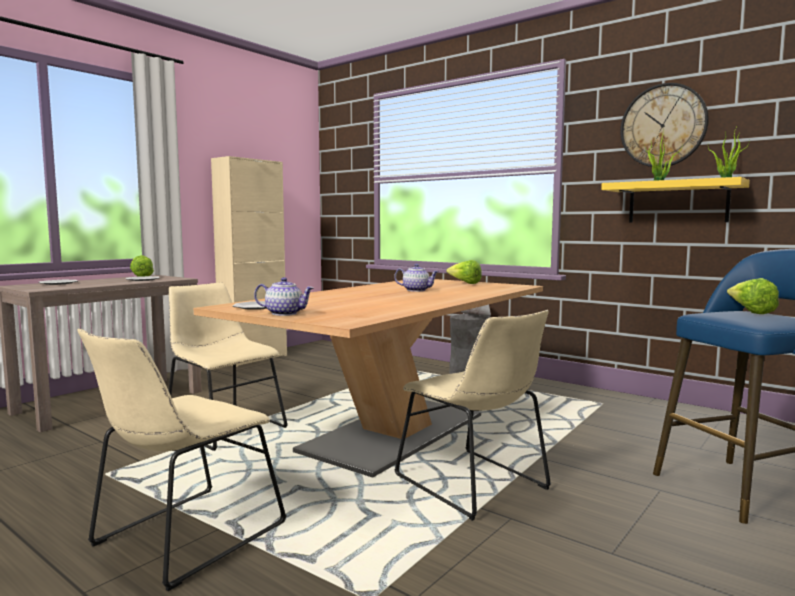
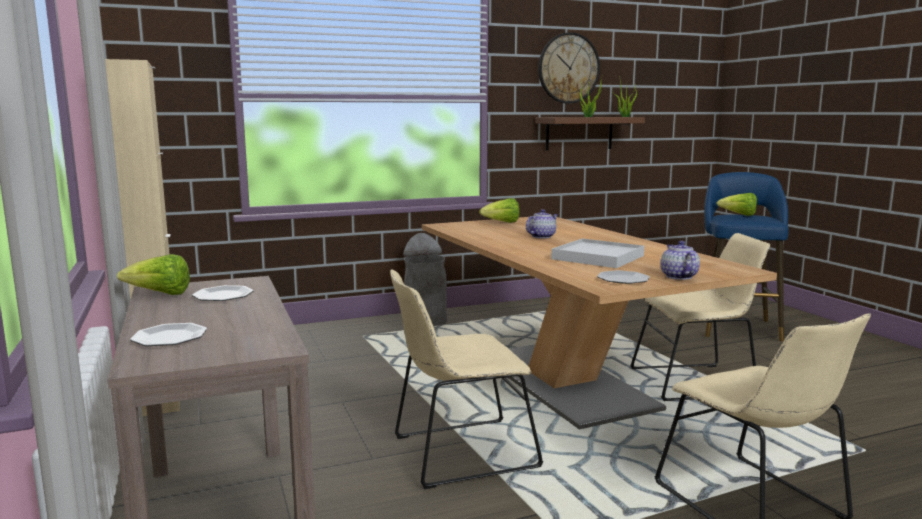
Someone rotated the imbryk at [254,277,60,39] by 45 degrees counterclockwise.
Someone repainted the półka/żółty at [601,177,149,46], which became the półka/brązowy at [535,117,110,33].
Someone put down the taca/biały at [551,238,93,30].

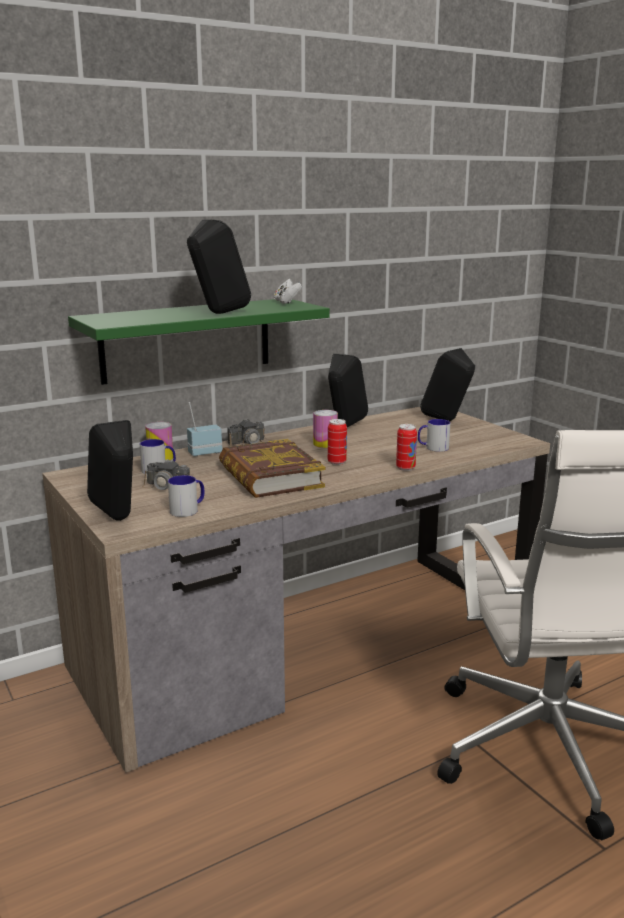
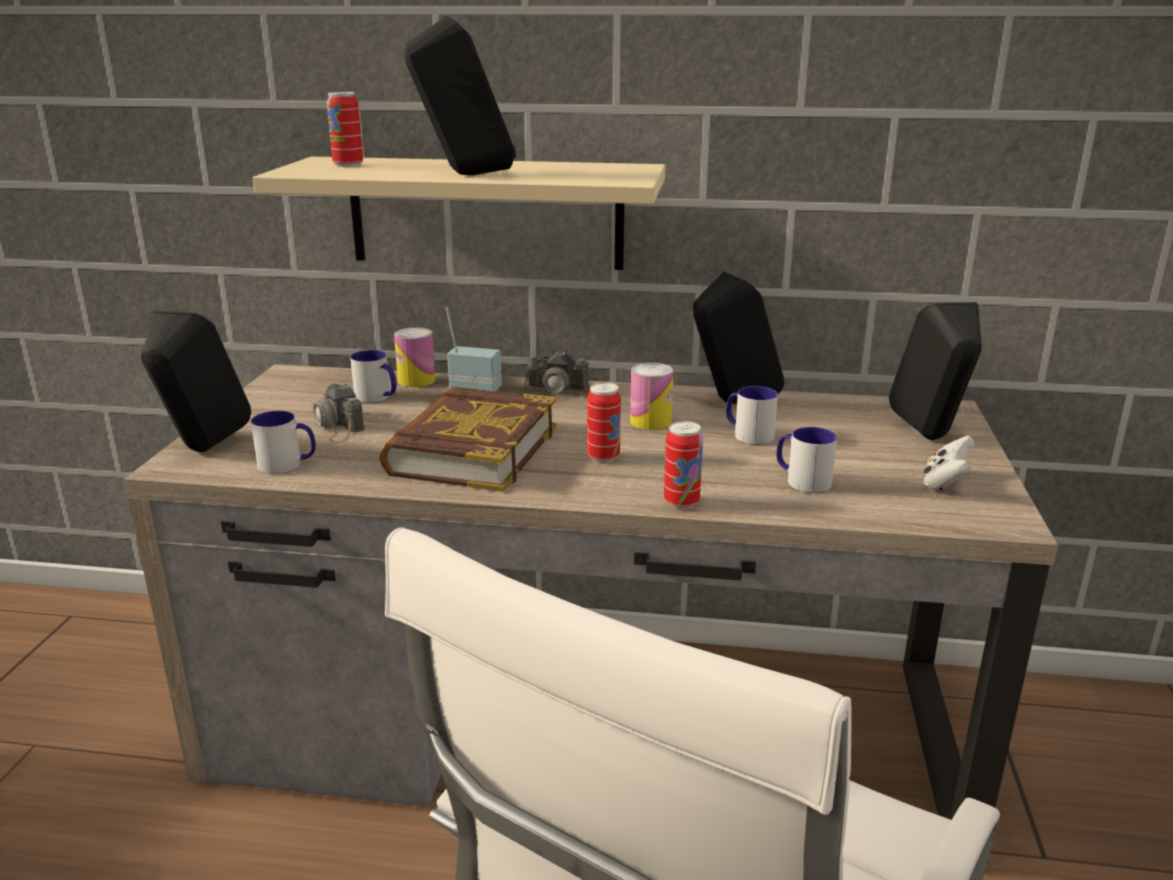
Someone repainted the półka/zielony at [68,299,262,86], which became the półka/beżowy at [253,156,412,114].
Someone carried the pad do gier/biały from [274,279,28,25] to [924,436,50,54].
Someone put down the puszka at [327,92,36,75].
Someone put down the kubek at [726,386,52,59].

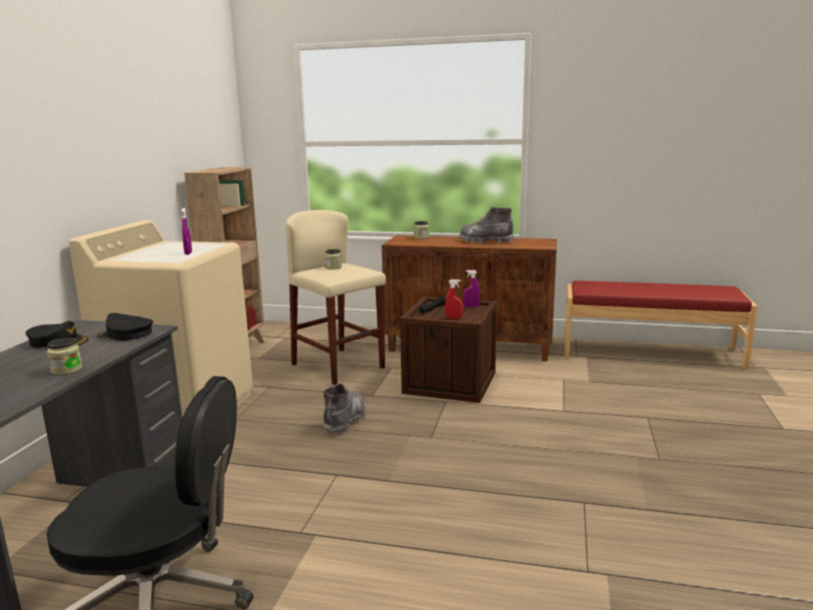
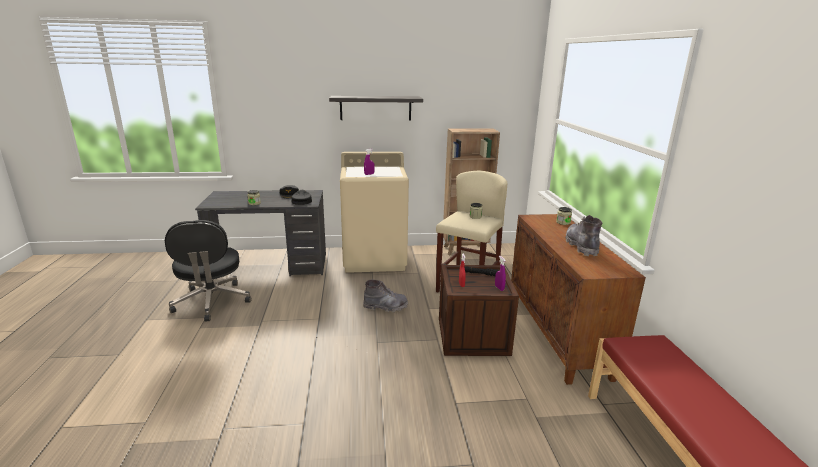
Someone put up the półka at [329,96,94,25].

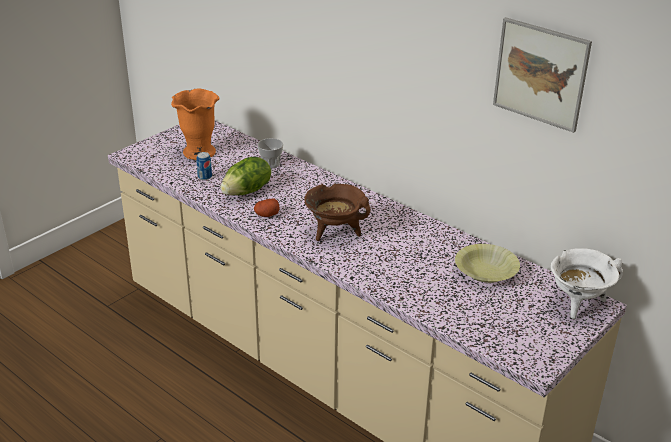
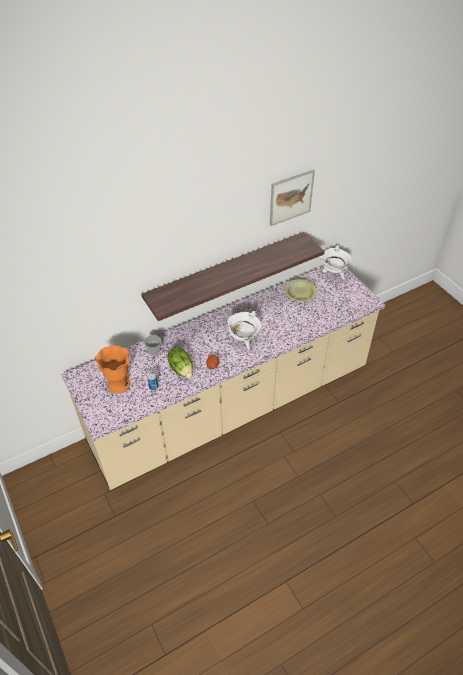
Someone repainted the garnek/brązowy at [304,183,67,58], which became the garnek/biały at [227,311,34,39].
Someone put up the półka at [141,232,184,89].

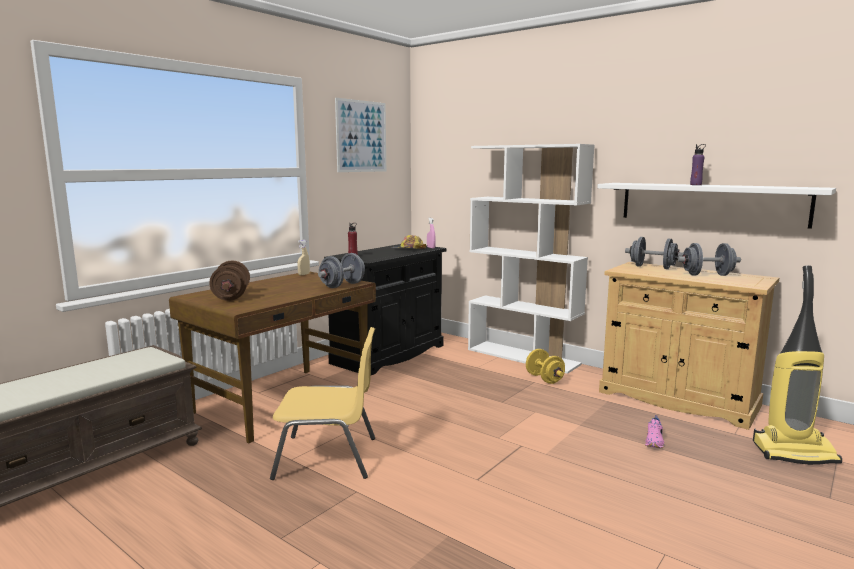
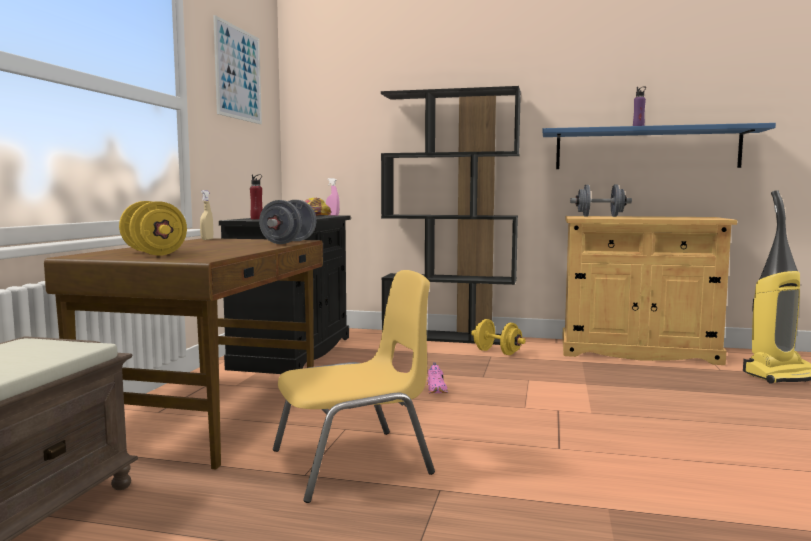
Someone repainted the hantel/brązowy at [209,260,41,41], which became the hantel/żółty at [119,201,68,55].
Someone repainted the regał/biały at [468,144,127,230], which became the regał/czarny at [381,86,140,259].
Someone repainted the półka/biały at [597,183,239,46], which became the półka/niebieski at [542,123,234,46].
Someone carried the but/różowy from [645,415,19,33] to [427,362,21,31].
Someone took away the hantel/szary at [677,243,64,33].

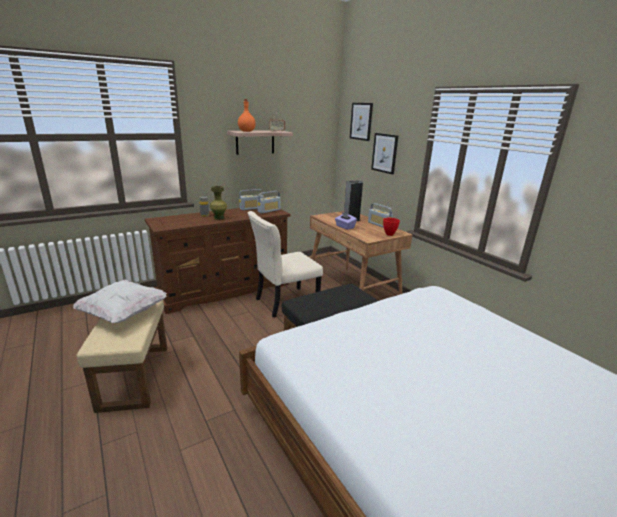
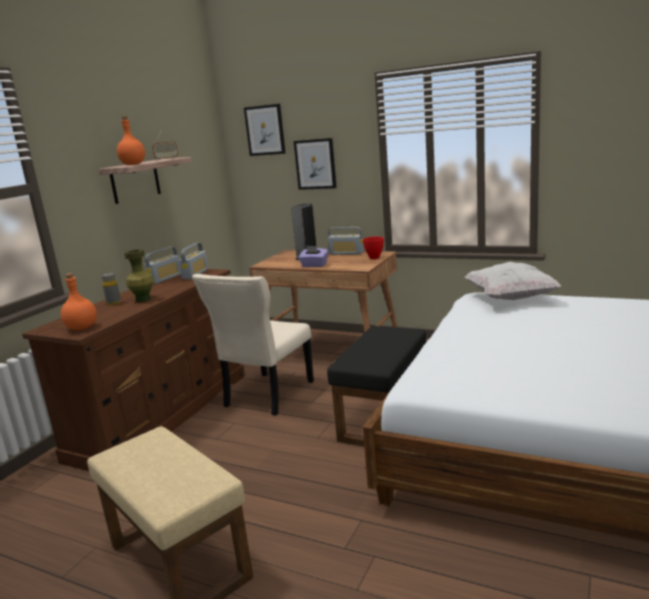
Someone carried the poduszka/biały from [73,279,94,44] to [465,262,96,38].
Someone put down the butelka/pomarańczowy at [61,273,36,57].

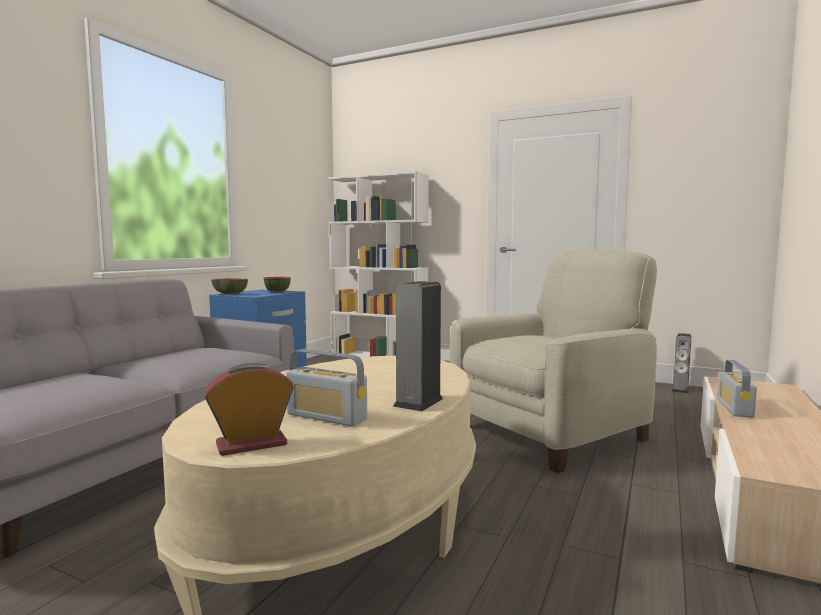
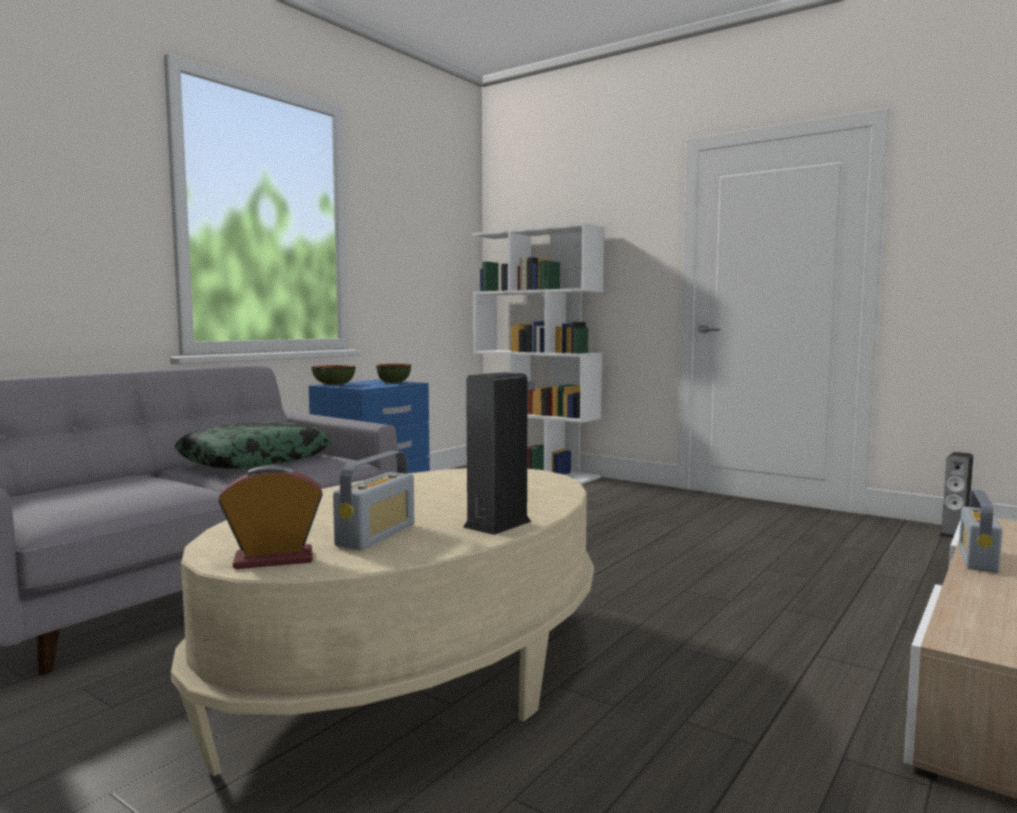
Someone rotated the radio at [286,349,81,78] by 105 degrees counterclockwise.
Someone took away the fotel/beżowy at [450,250,207,223].
Someone put down the poduszka at [174,421,158,48].

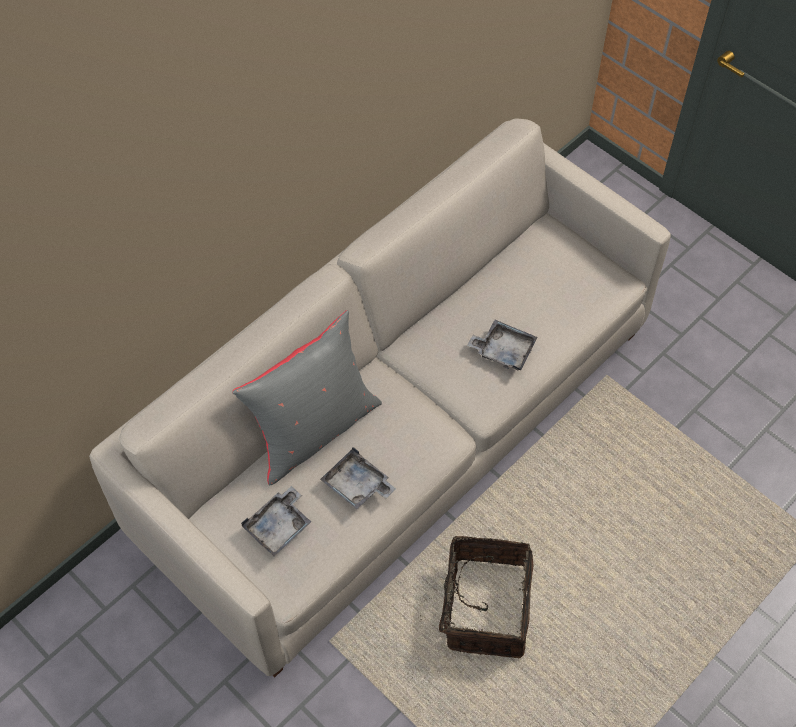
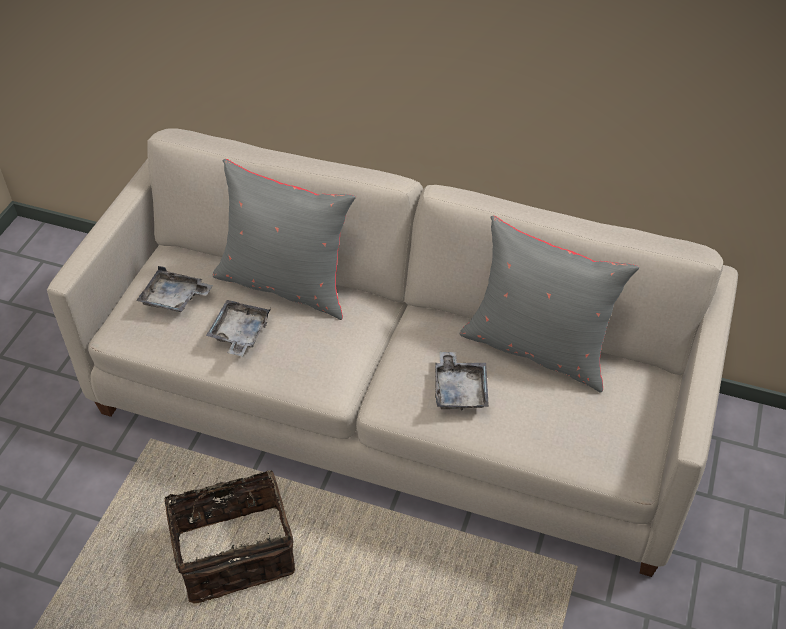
Someone put down the poduszka/szary at [460,216,179,177].

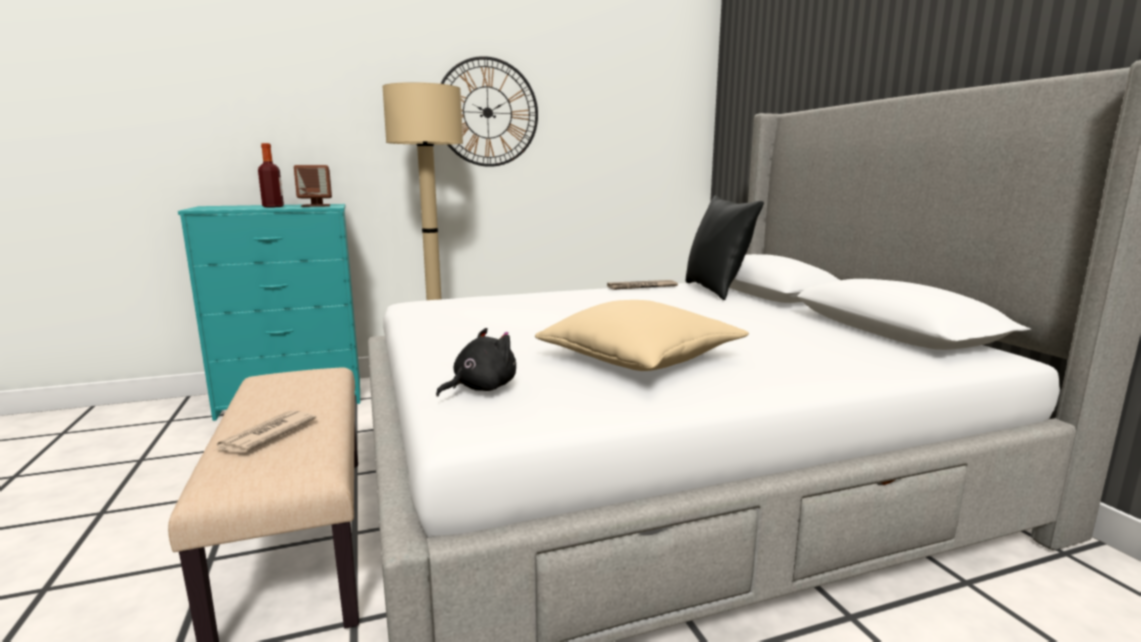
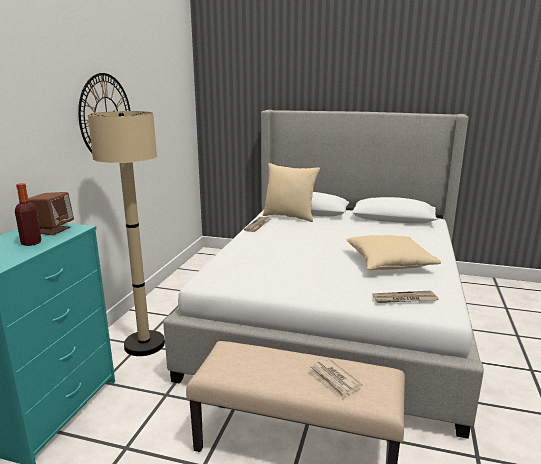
Someone swapped the pluszak/czarny at [436,328,80,69] for the gazeta at [372,291,66,12].
Someone repainted the poduszka/czarny at [685,195,79,105], which became the poduszka/beżowy at [262,163,58,59].

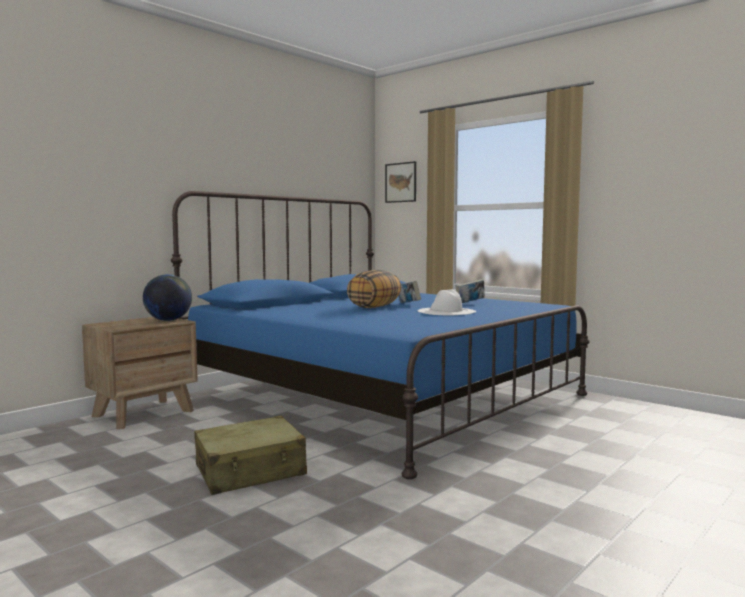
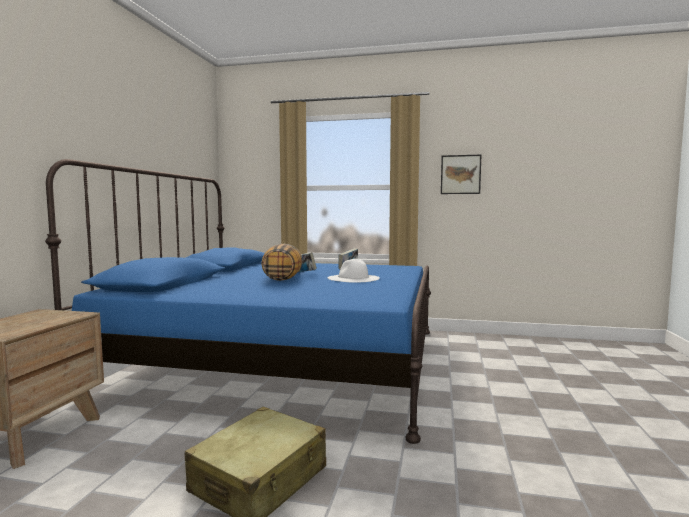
Someone took away the globus at [143,274,49,47].
Someone carried the obraz from [385,161,31,42] to [441,155,40,39].

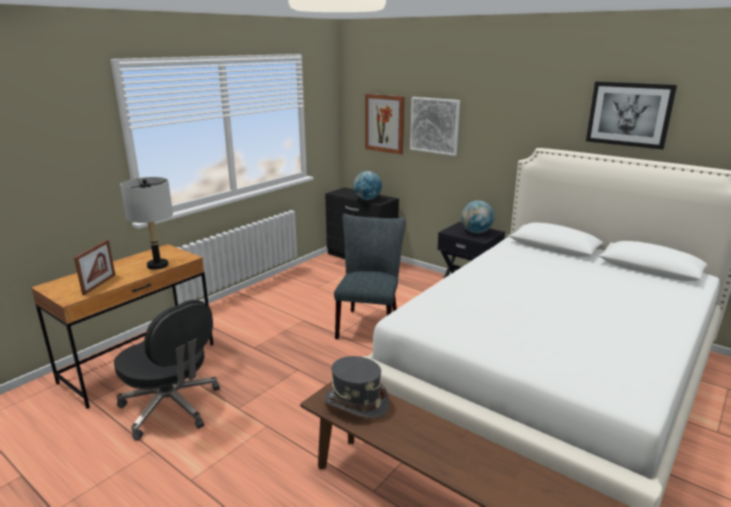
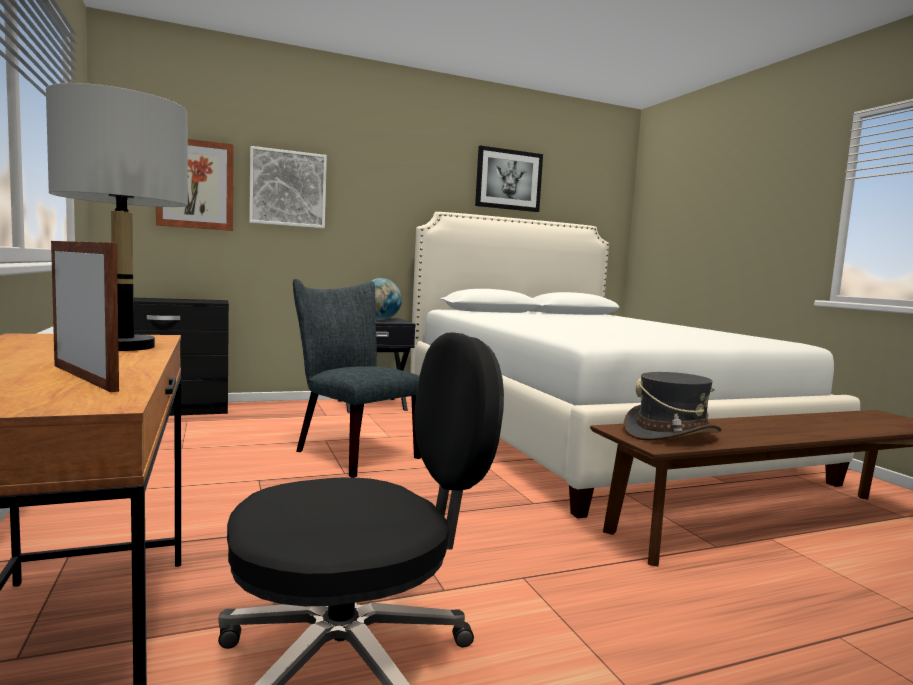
Someone took away the globus at [353,171,29,29].

